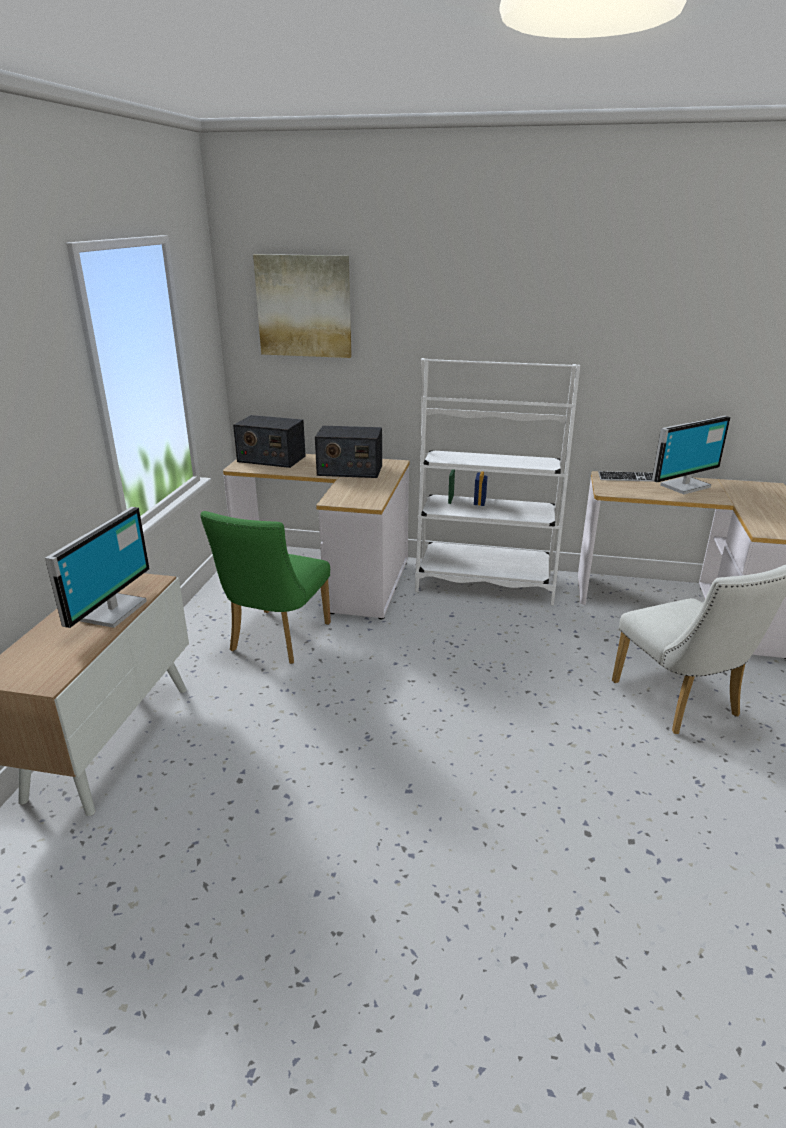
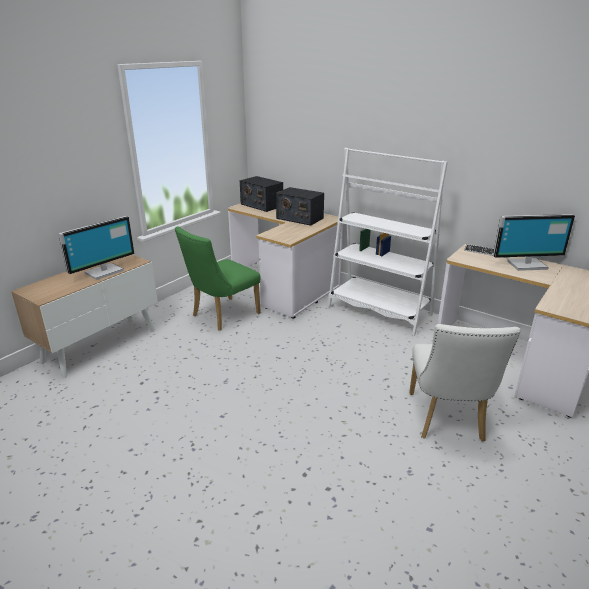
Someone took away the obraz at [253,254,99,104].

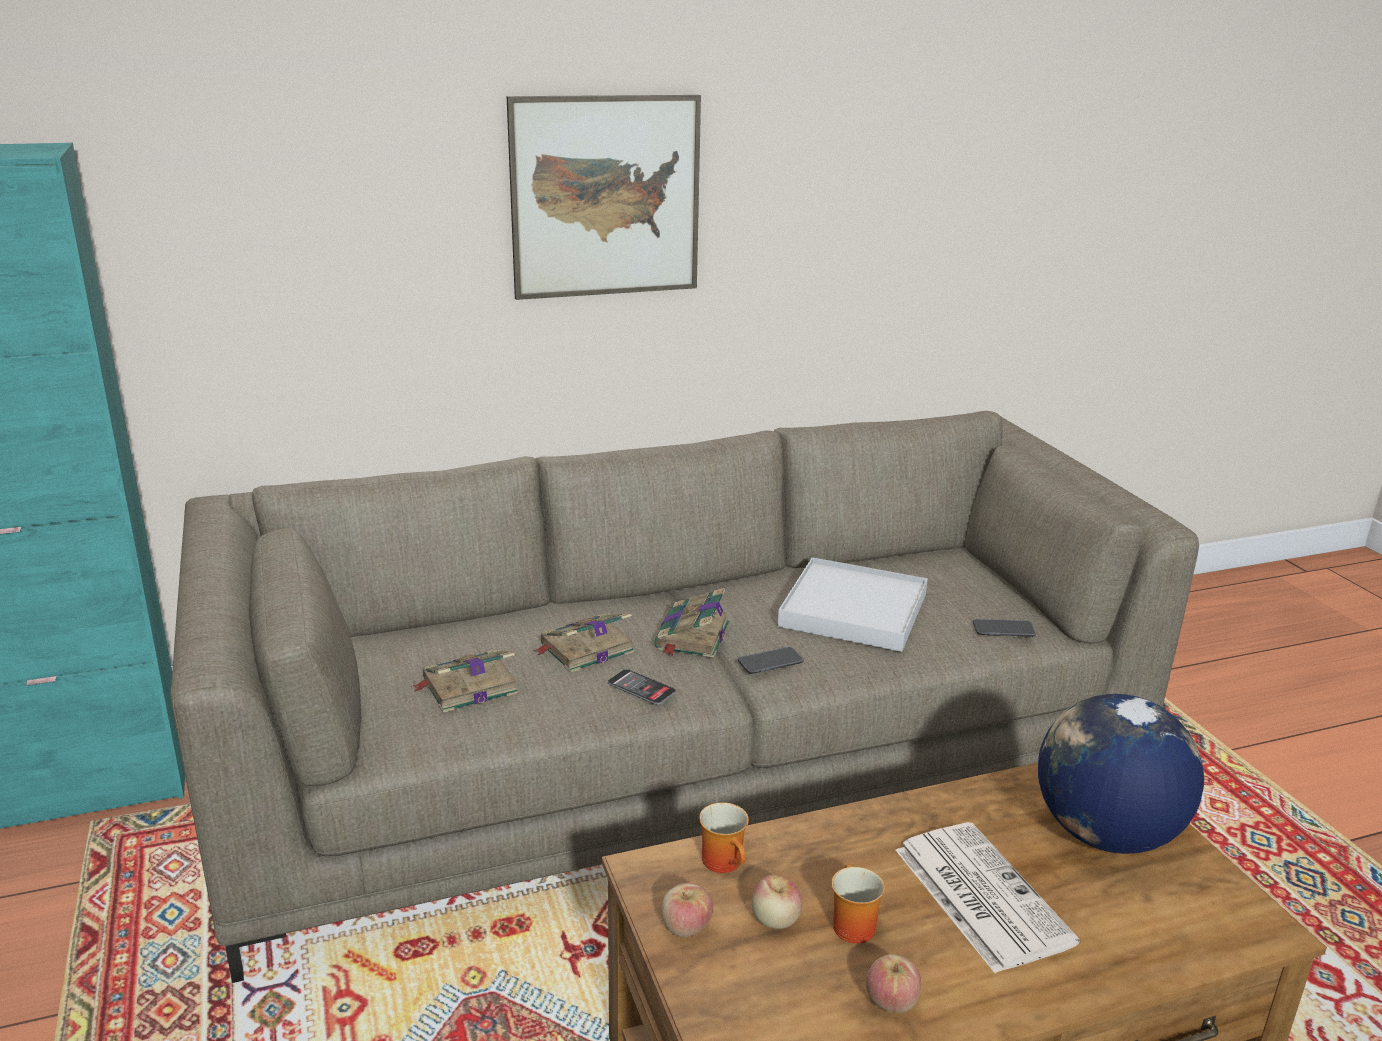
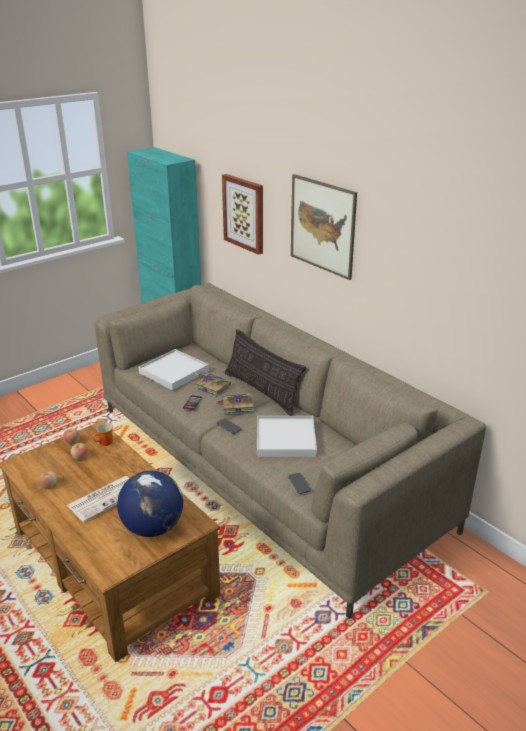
Someone swapped the książka at [411,650,107,63] for the taca/biały at [139,349,70,41].
Someone took away the kubek at [831,864,54,80].
Someone put up the obraz at [222,174,41,81].
Someone put down the poduszka at [224,329,82,87].

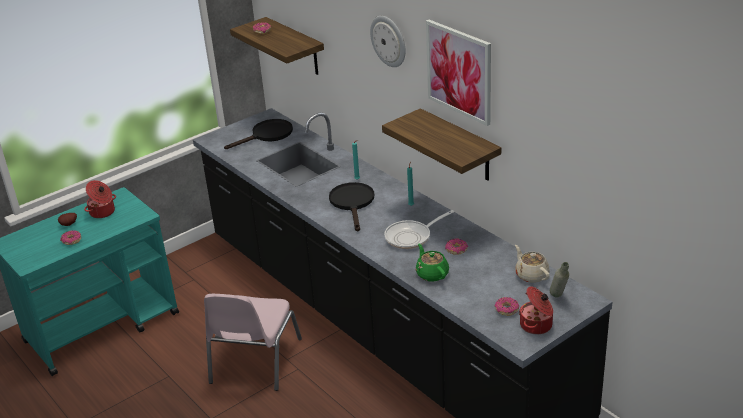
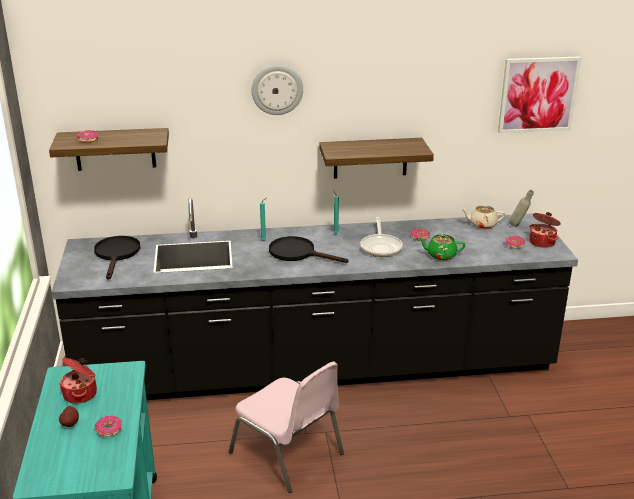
Someone carried the obraz from [426,20,65,106] to [498,56,83,77].

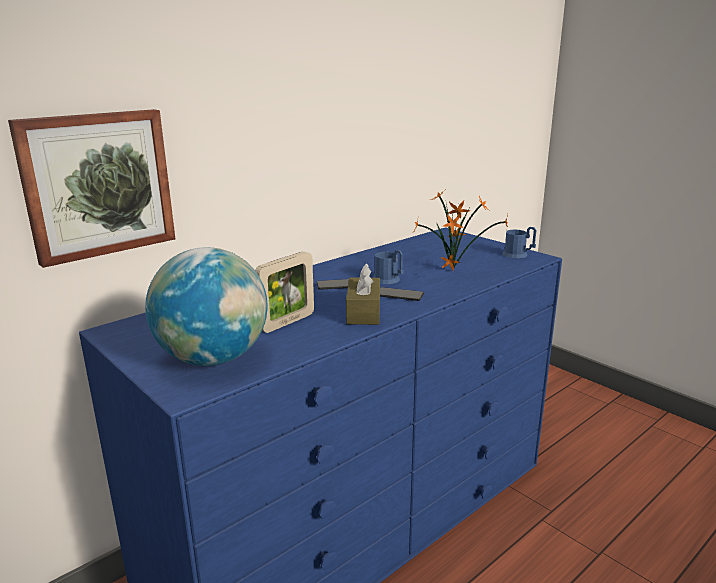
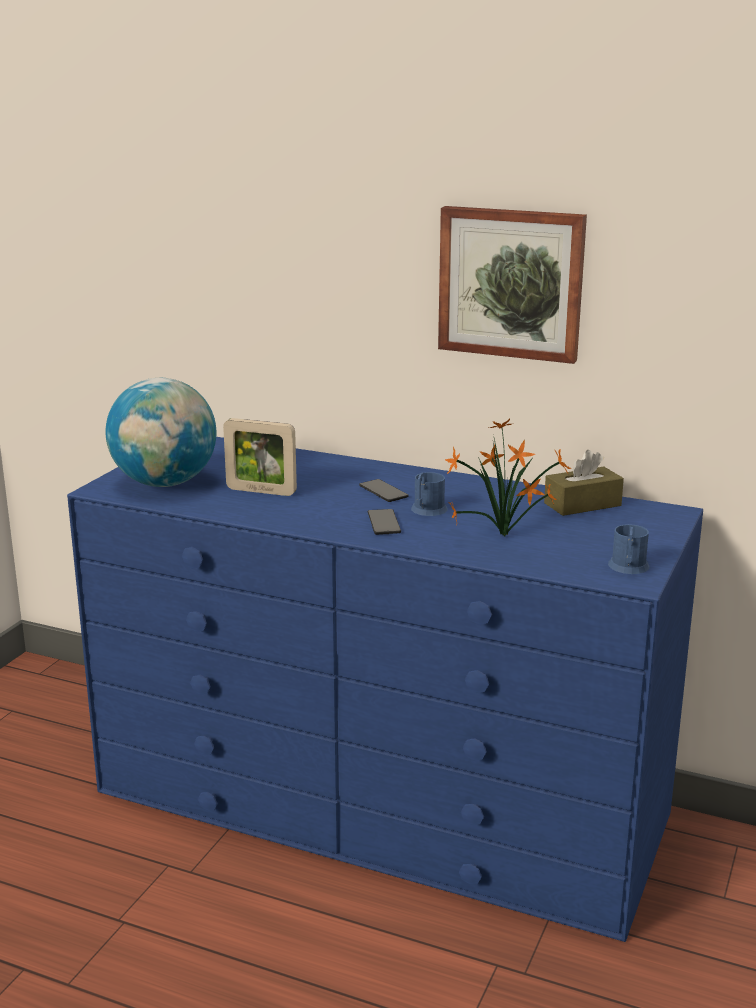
Someone carried the obraz from [8,109,167,159] to [438,206,149,158].
Someone carried the pudełko chusteczek/brązowy from [346,264,34,61] to [544,450,80,66].

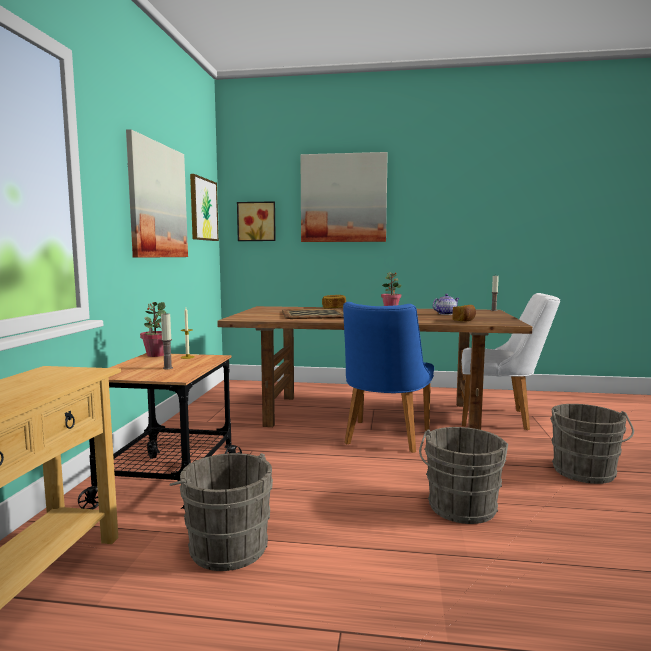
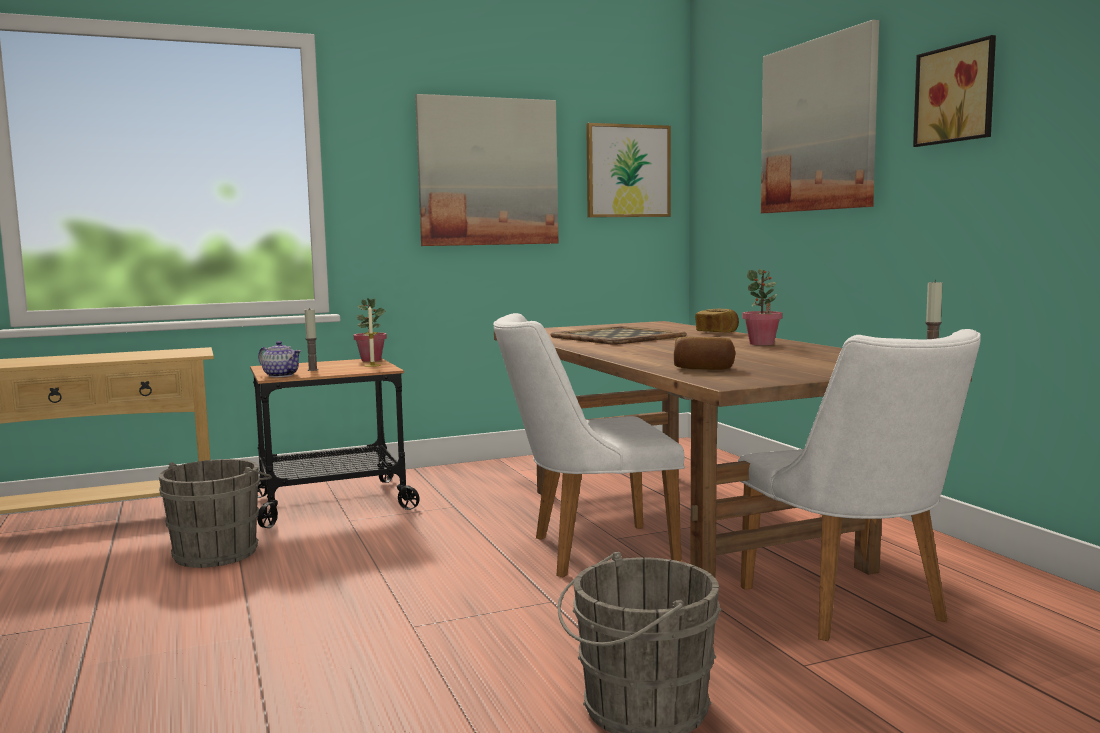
Someone carried the obraz from [237,201,39,40] to [913,35,83,112].
Someone repainted the krzesło/niebieski at [343,302,91,151], which became the krzesło/biały at [493,313,192,264].
Someone took away the wiadro/szary at [419,427,89,97].
Someone carried the imbryk from [433,294,26,21] to [258,341,43,36].

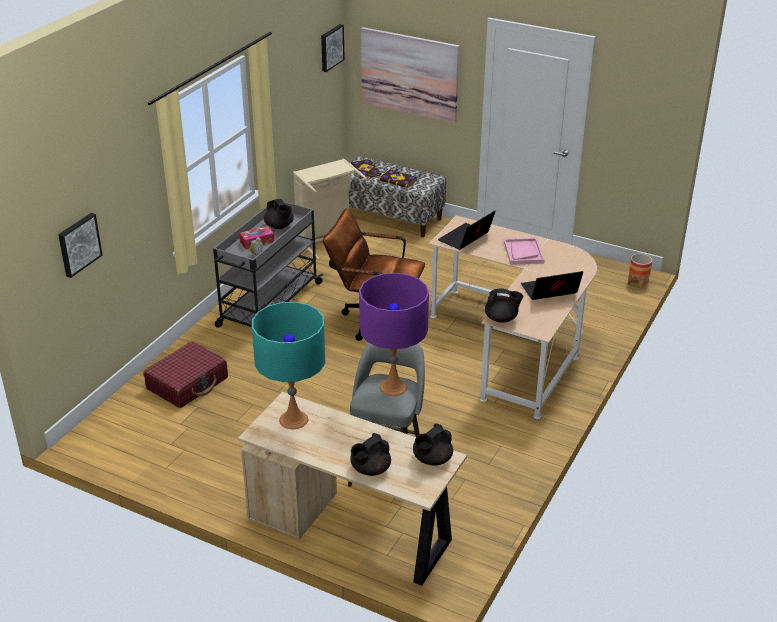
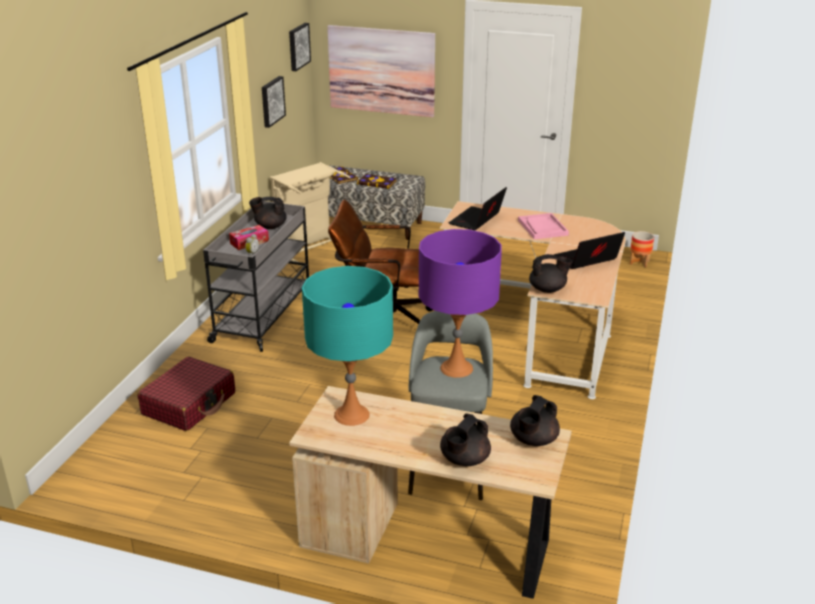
Someone carried the obraz from [58,213,45,65] to [262,76,24,52].
Someone rotated the imbryk/czarny at [264,199,30,30] by 135 degrees clockwise.

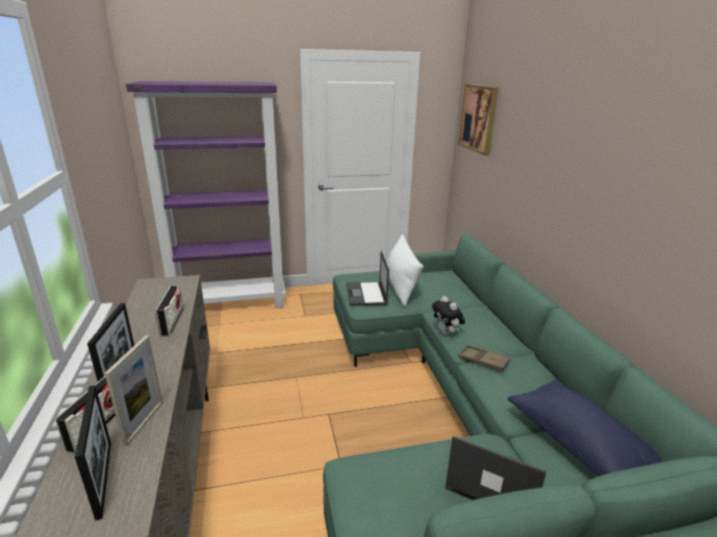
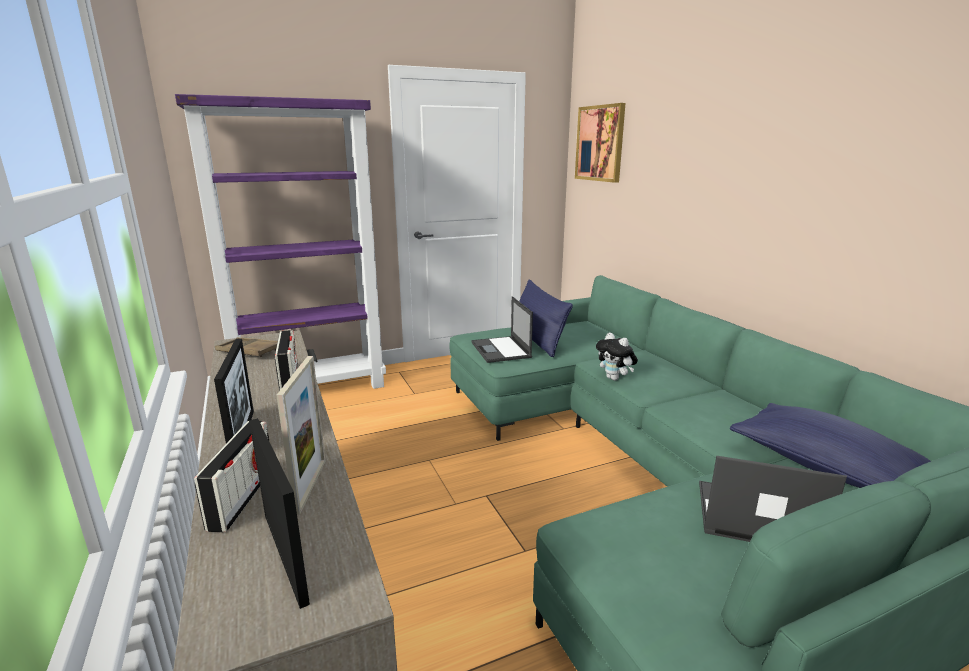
Someone repainted the poduszka/biały at [387,234,36,72], which became the poduszka/niebieski at [519,280,54,77].
Someone carried the taca/brązowy from [458,345,53,26] to [215,337,63,20].

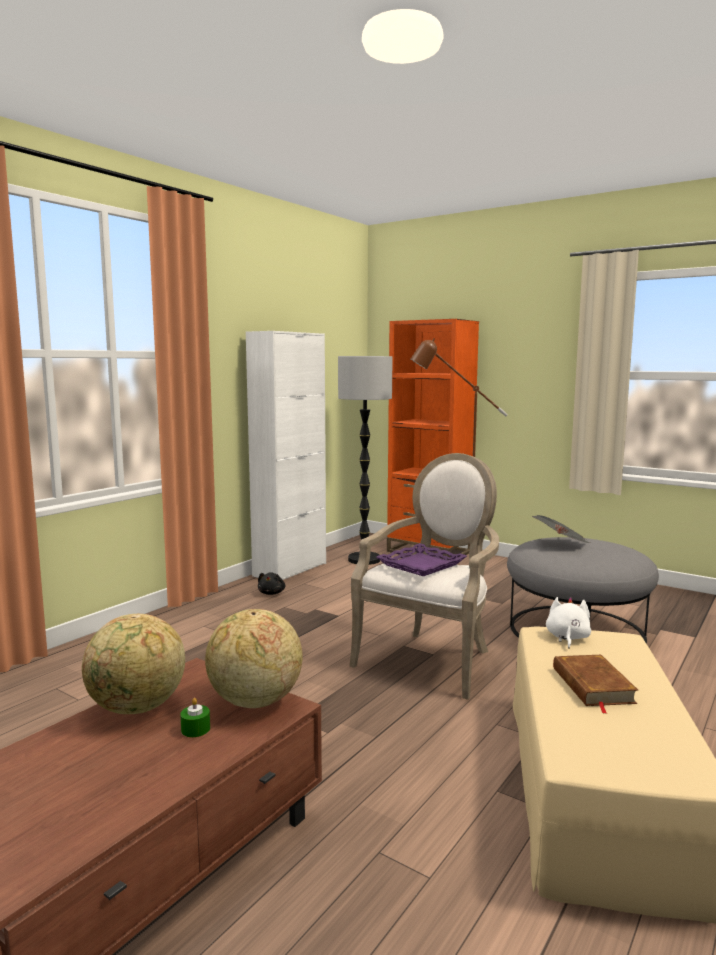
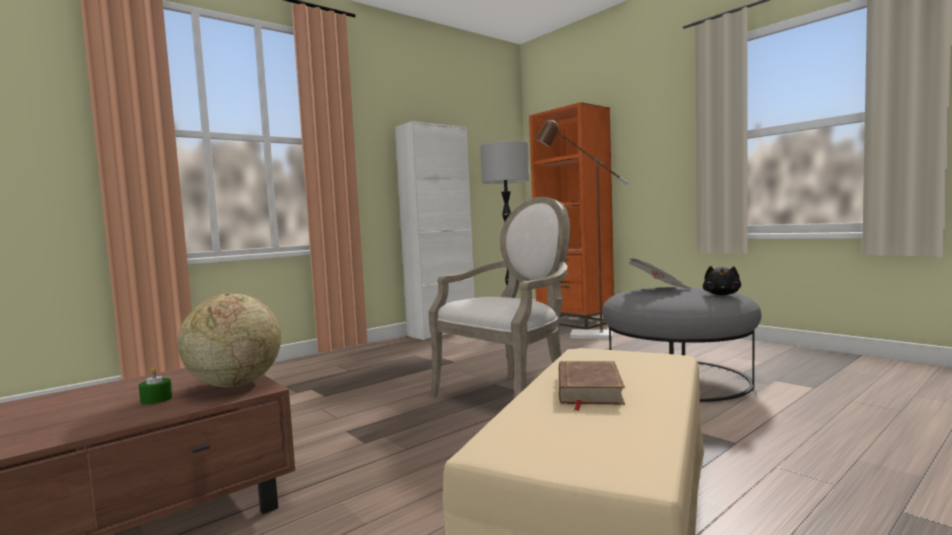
Someone took away the globus at [82,614,103,100].
Someone carried the pluszak/czarny from [258,573,27,22] to [703,266,38,29].
Someone took away the taca/fioletowy at [377,543,90,33].
Someone took away the pluszak/biały at [546,597,45,52].

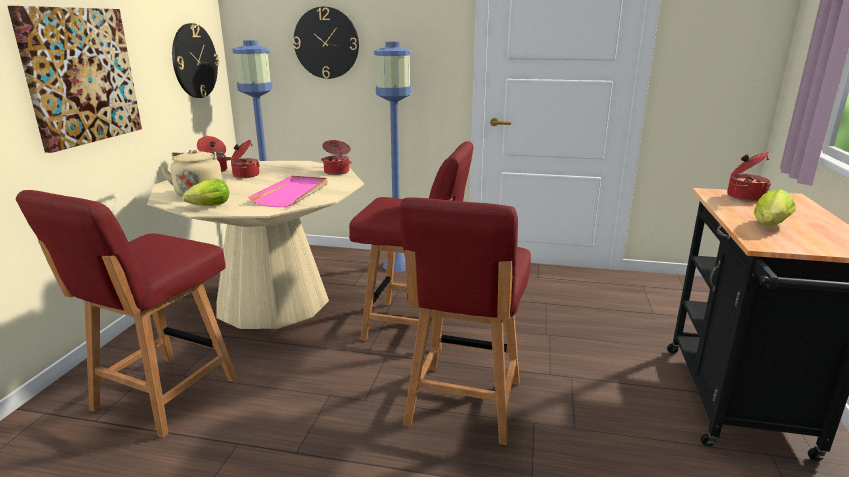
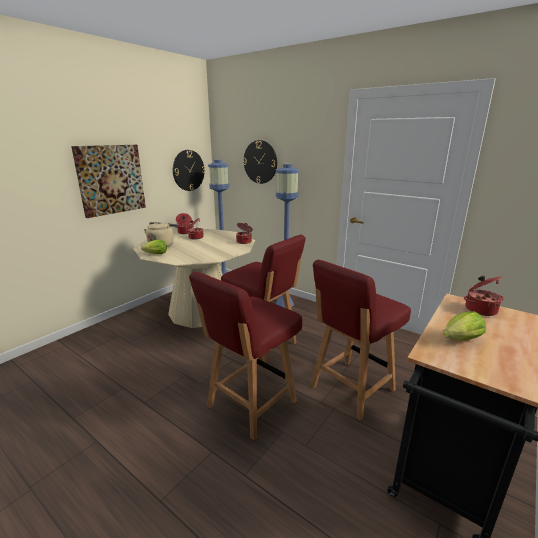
Someone carried the krzesło/czerwony from [16,190,221,248] to [310,260,101,161].
Someone took away the taca/różowy at [249,176,78,31].

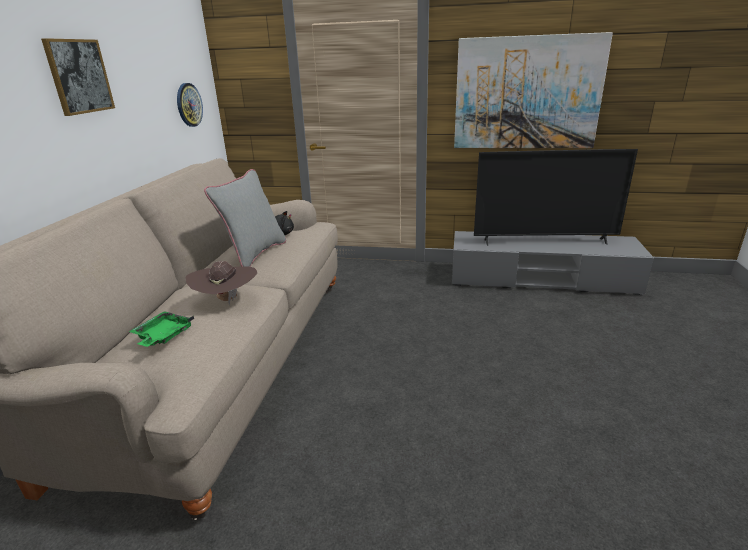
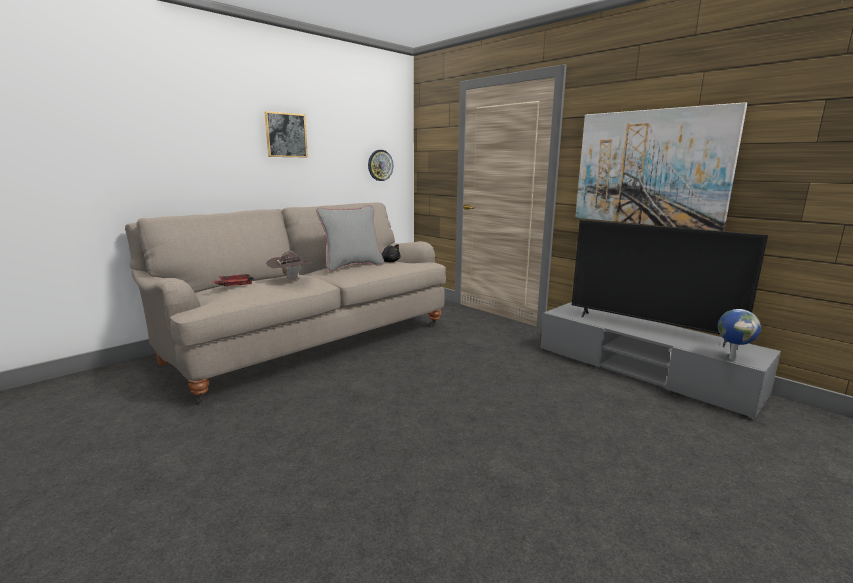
Someone repainted the taca/zielony at [129,311,65,36], which became the taca/czerwony at [212,274,42,12].
Someone put down the globus at [718,309,43,51].

